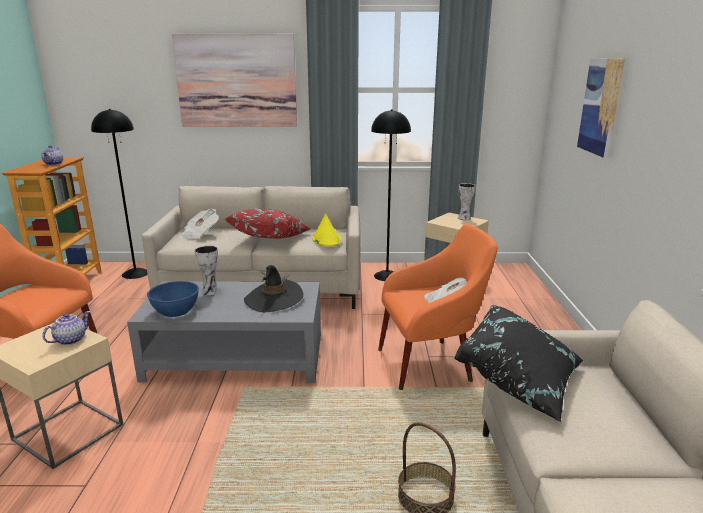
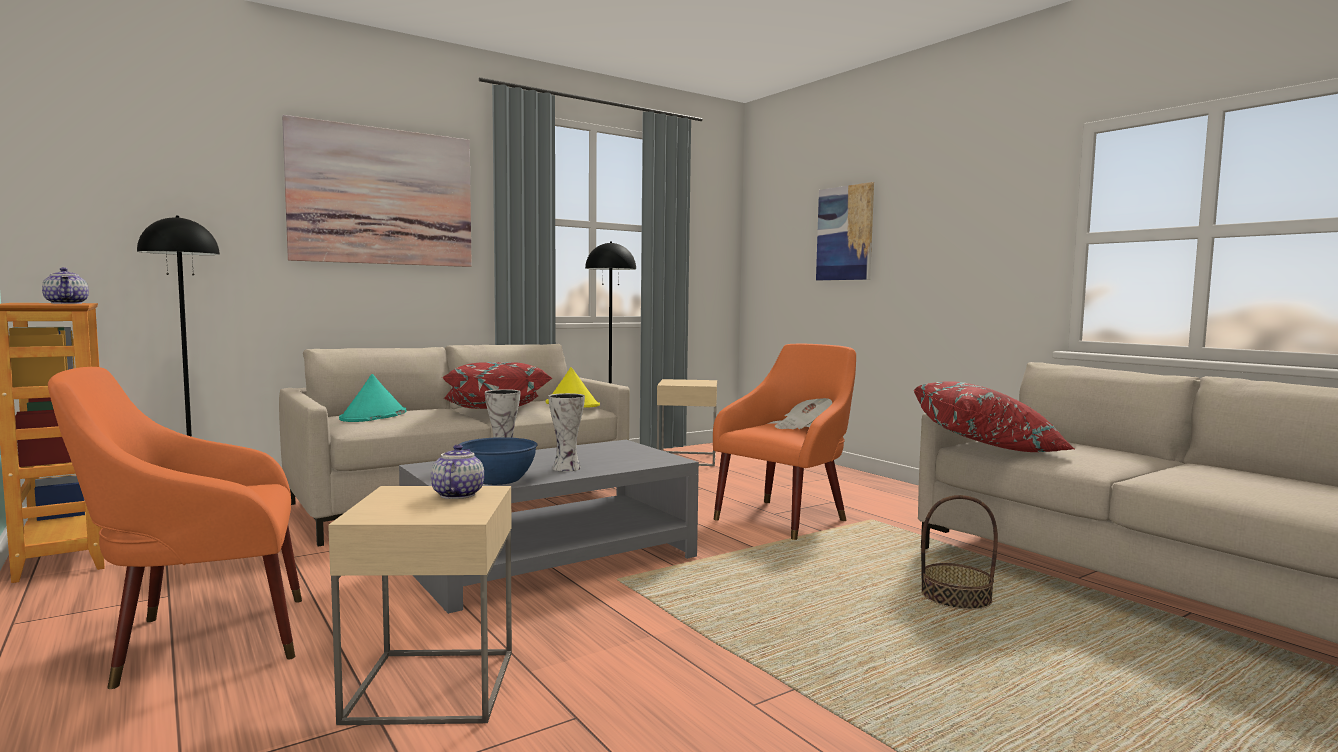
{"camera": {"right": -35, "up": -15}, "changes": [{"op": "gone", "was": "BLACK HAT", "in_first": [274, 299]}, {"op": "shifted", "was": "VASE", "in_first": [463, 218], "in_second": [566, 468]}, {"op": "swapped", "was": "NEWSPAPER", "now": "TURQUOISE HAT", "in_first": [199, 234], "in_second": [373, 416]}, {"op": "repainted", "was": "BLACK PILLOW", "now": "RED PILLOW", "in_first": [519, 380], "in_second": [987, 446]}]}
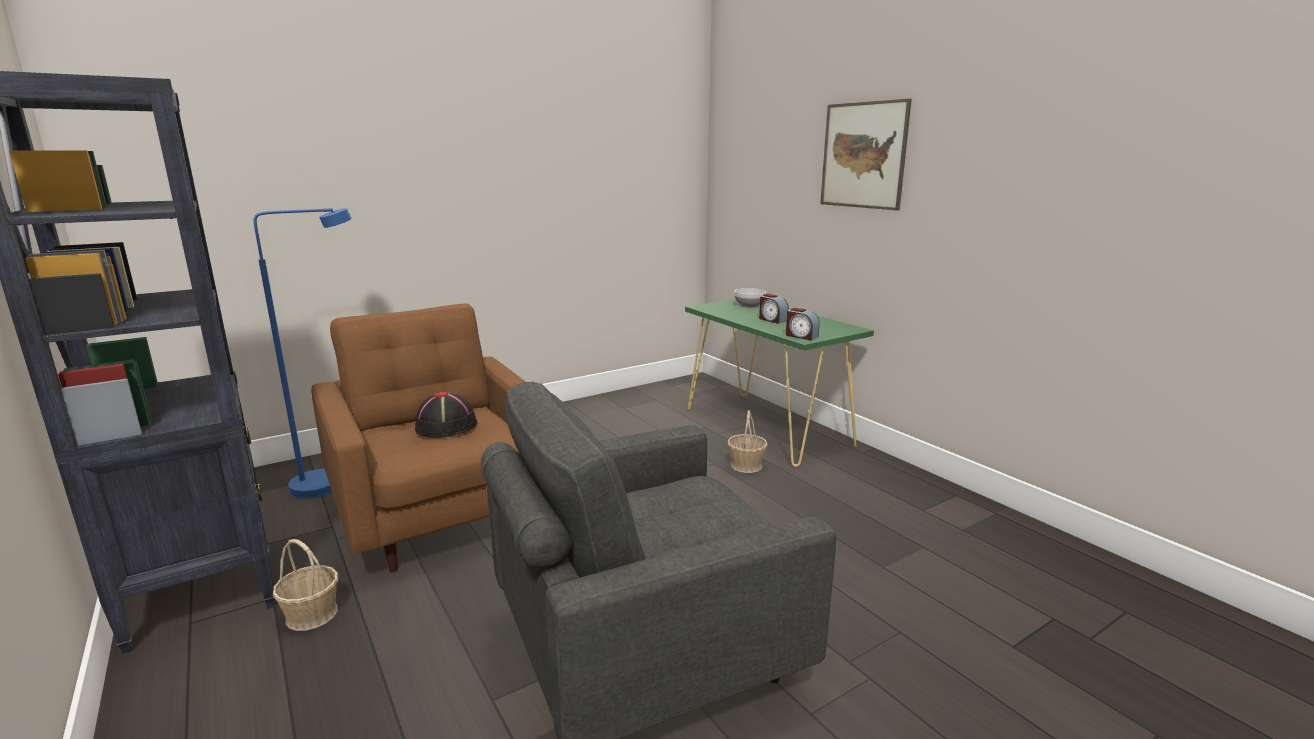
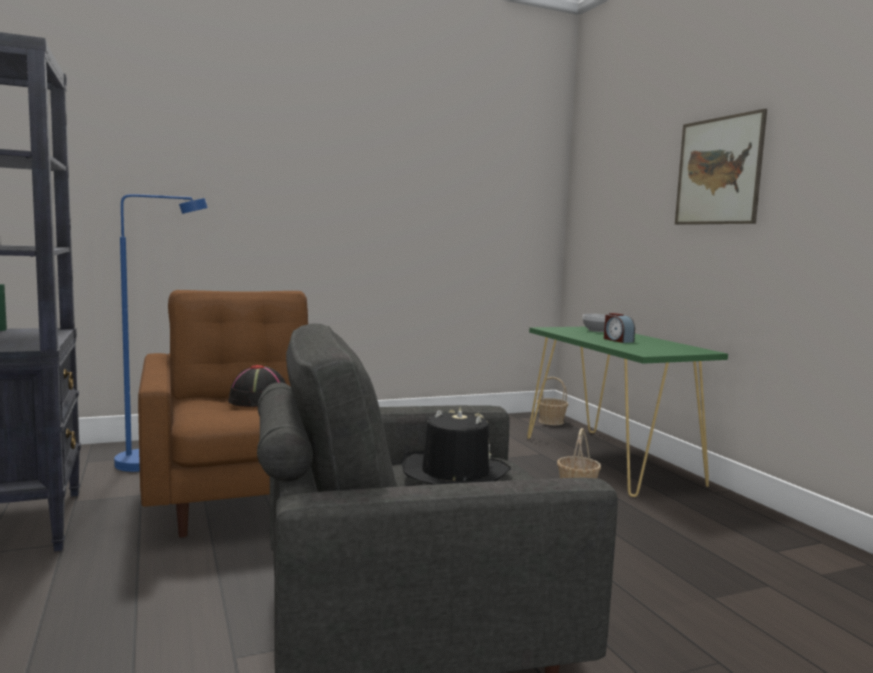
{"camera": {"right": 10, "up": -10}, "changes": [{"op": "gone", "was": "ALARM CLOCK", "in_first": [801, 336]}, {"op": "new", "now": "BLACK HAT", "in_second": [454, 473]}, {"op": "shifted", "was": "BASKET", "in_first": [312, 614], "in_second": [551, 421]}]}
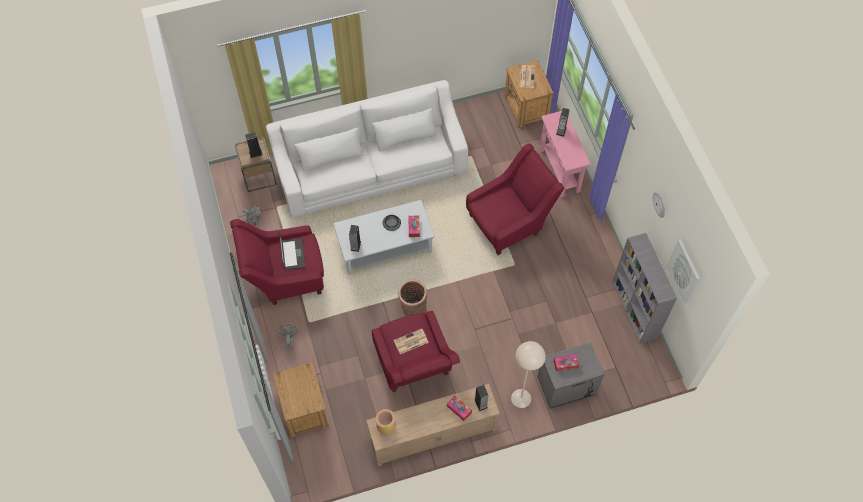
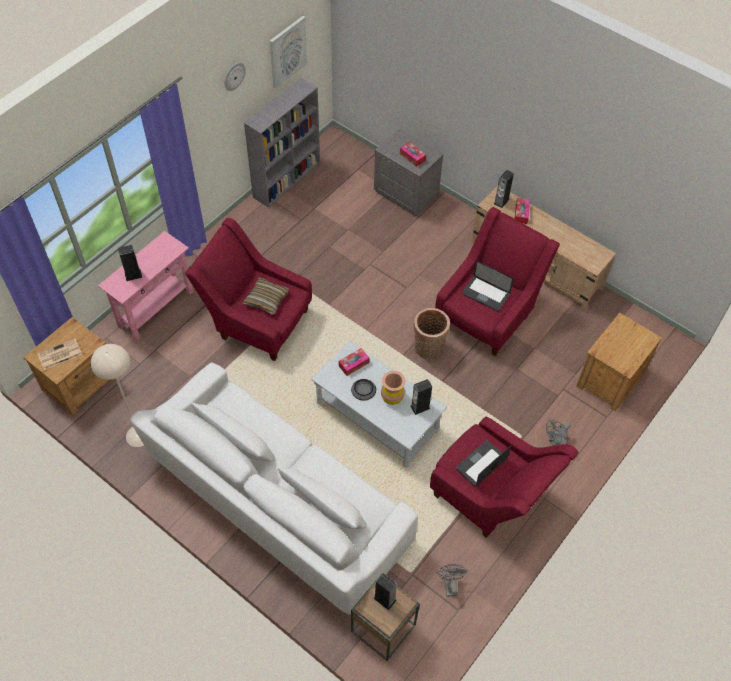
{"camera": {"right": -125, "up": -5}, "changes": [{"op": "new", "now": "PILLOW", "in_second": [266, 299]}, {"op": "shifted", "was": "BROWN VASE", "in_first": [386, 427], "in_second": [392, 397]}, {"op": "shifted", "was": "BEIGE FLOOR LAMP", "in_first": [521, 398], "in_second": [138, 435]}, {"op": "swapped", "was": "NEWSPAPER", "now": "LAPTOP", "in_first": [410, 342], "in_second": [485, 294]}]}
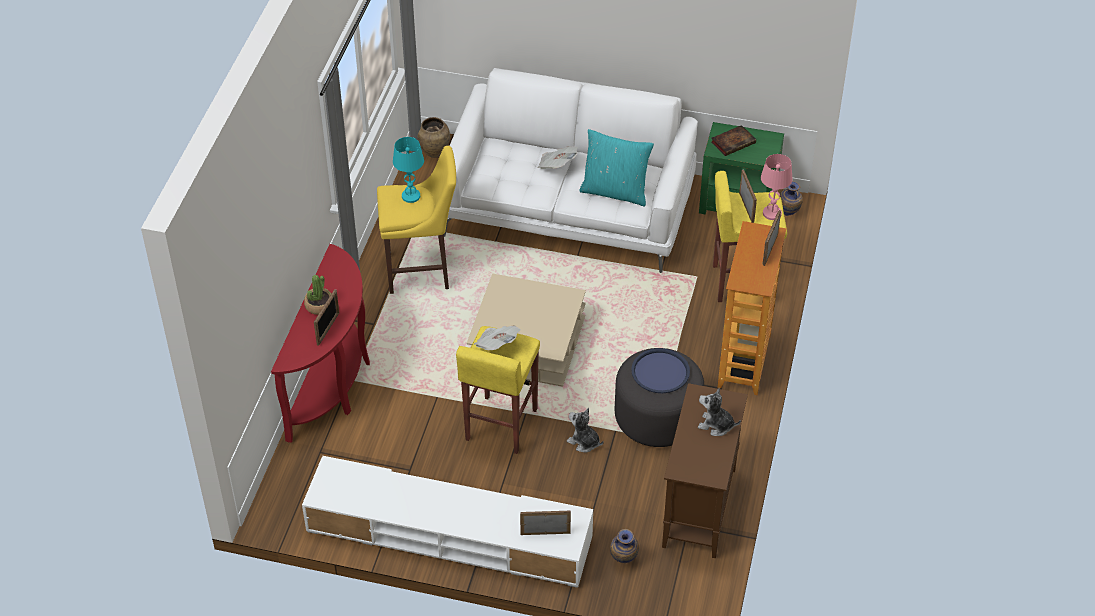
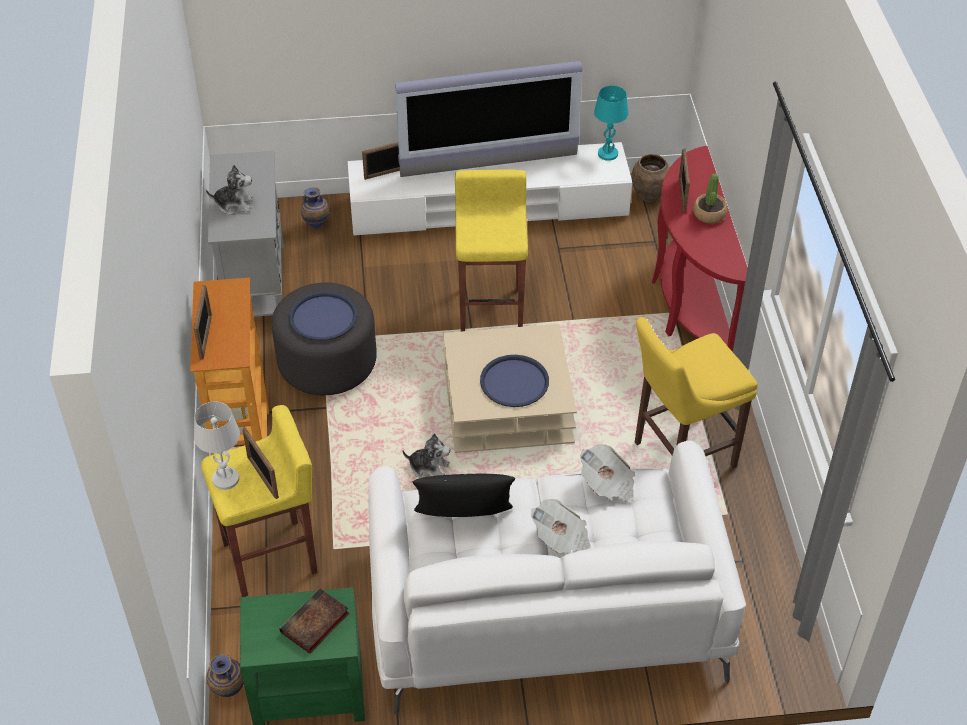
{"camera": {"right": 160, "up": 0}, "changes": [{"op": "new", "now": "TELEVISION", "in_second": [489, 166]}, {"op": "new", "now": "BLUE TRAY", "in_second": [514, 382]}, {"op": "shifted", "was": "TURQUOISE TABLE LAMP", "in_first": [411, 196], "in_second": [607, 154]}, {"op": "shifted", "was": "BROWN VASE", "in_first": [434, 152], "in_second": [649, 196]}, {"op": "shifted", "was": "NEWSPAPER", "in_first": [497, 345], "in_second": [608, 484]}, {"op": "shifted", "was": "PLUSH TOY", "in_first": [584, 442], "in_second": [429, 468]}, {"op": "repainted", "was": "TURQUOISE PILLOW", "now": "BLACK PILLOW", "in_first": [615, 191], "in_second": [464, 522]}, {"op": "repainted", "was": "BROWN CABINET", "now": "GREY CABINET", "in_first": [699, 509], "in_second": [256, 286]}, {"op": "repainted", "was": "PINK TABLE LAMP", "now": "WHITE TABLE LAMP", "in_first": [771, 213], "in_second": [226, 479]}]}
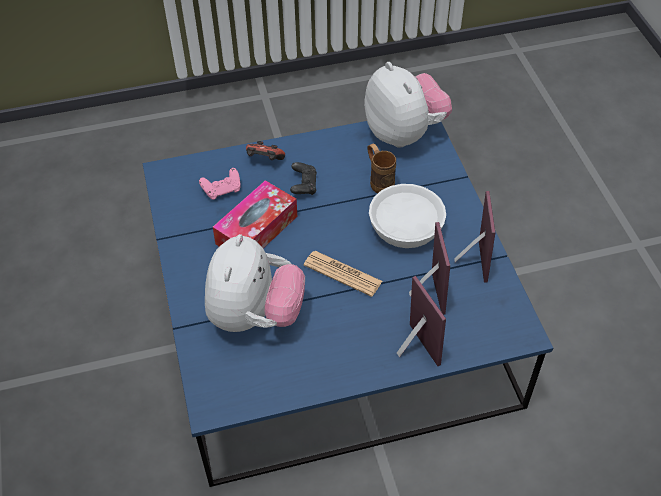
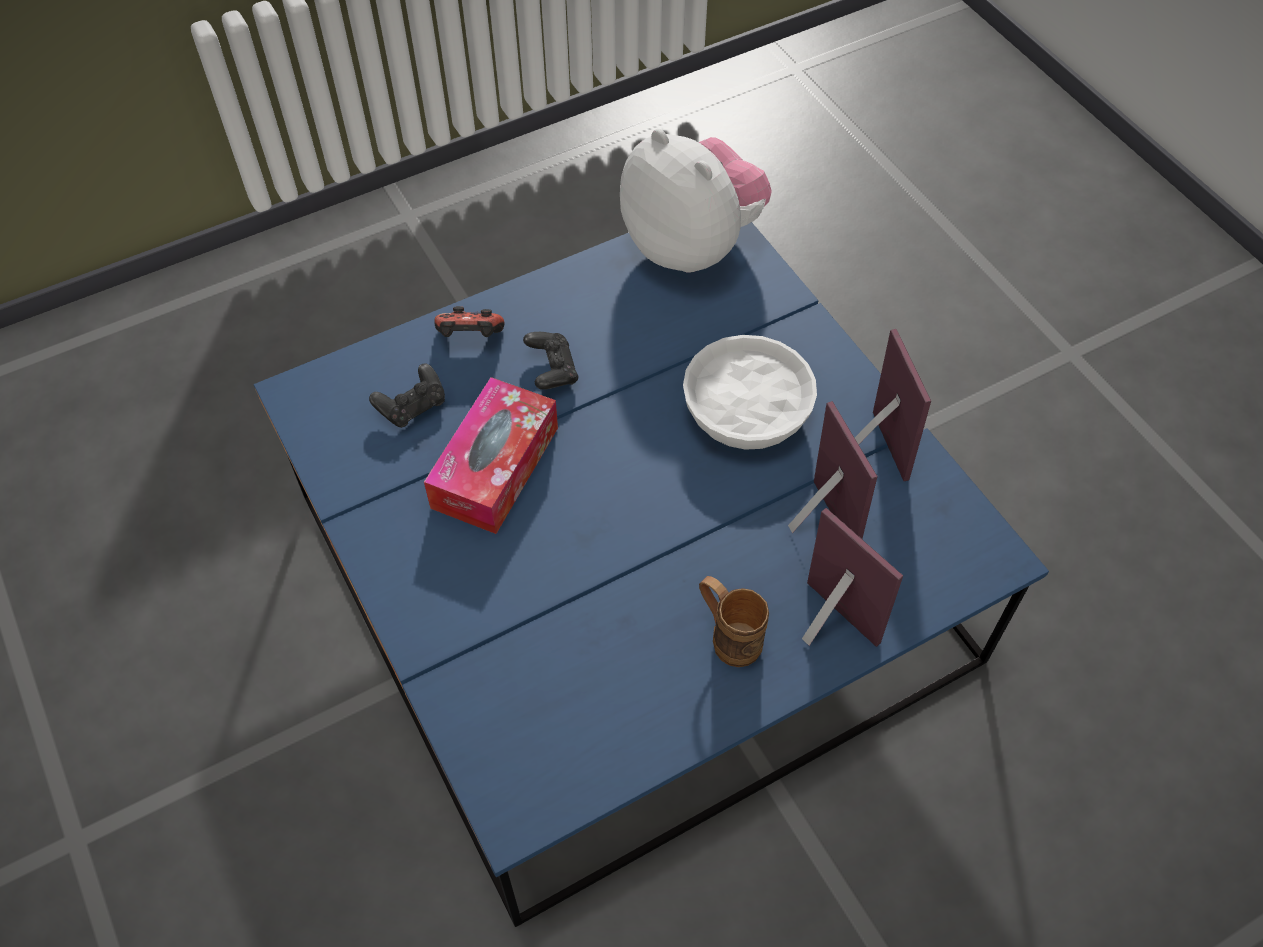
{"camera": {"right": -15, "up": 5}, "changes": [{"op": "gone", "was": "PLUSH TOY", "in_first": [255, 315]}, {"op": "gone", "was": "NEWSPAPER", "in_first": [342, 273]}, {"op": "shifted", "was": "BROWN MUG", "in_first": [379, 181], "in_second": [728, 636]}, {"op": "repainted", "was": "PINK GAME CONTROLLER", "now": "BLACK GAME CONTROLLER", "in_first": [222, 190], "in_second": [412, 406]}]}
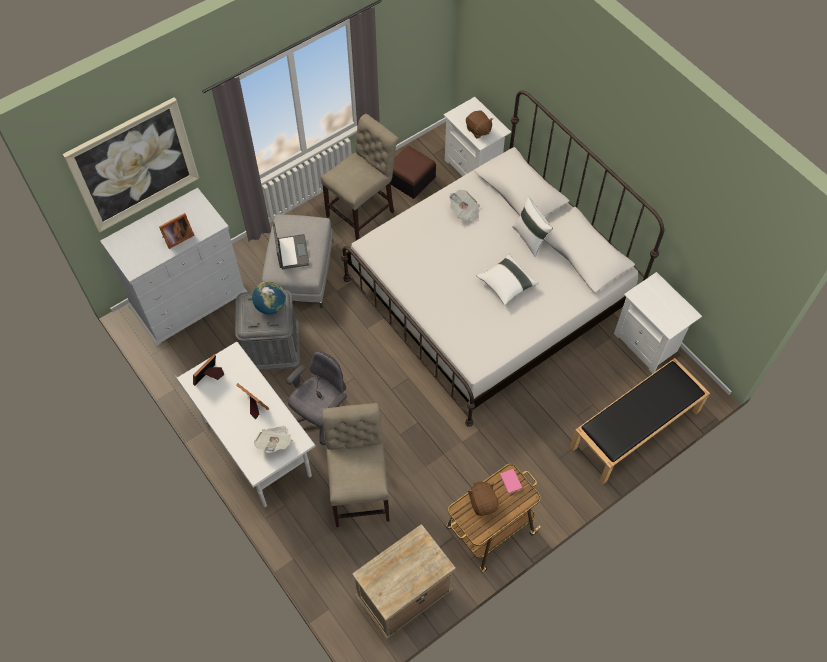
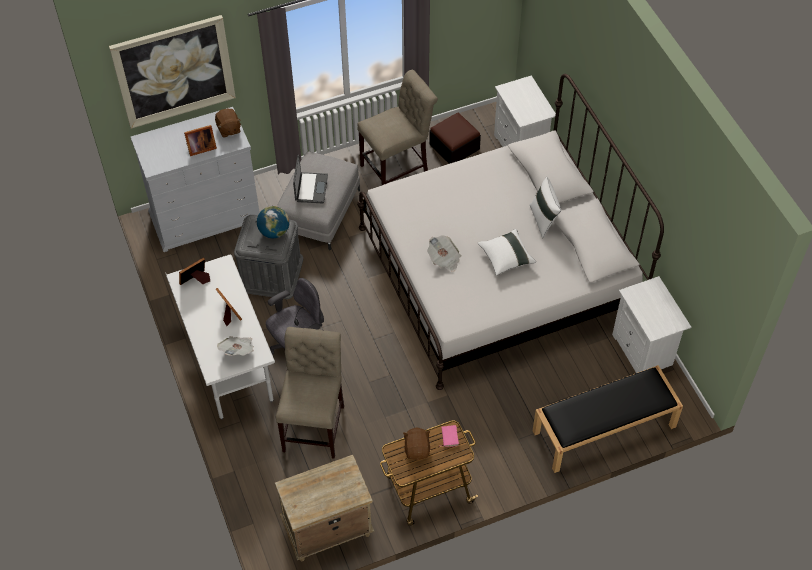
{"camera": {"right": 15, "up": -5}, "changes": [{"op": "shifted", "was": "NEWSPAPER", "in_first": [465, 212], "in_second": [444, 259]}, {"op": "shifted", "was": "BROWN PLUSH TOY", "in_first": [478, 130], "in_second": [228, 129]}]}
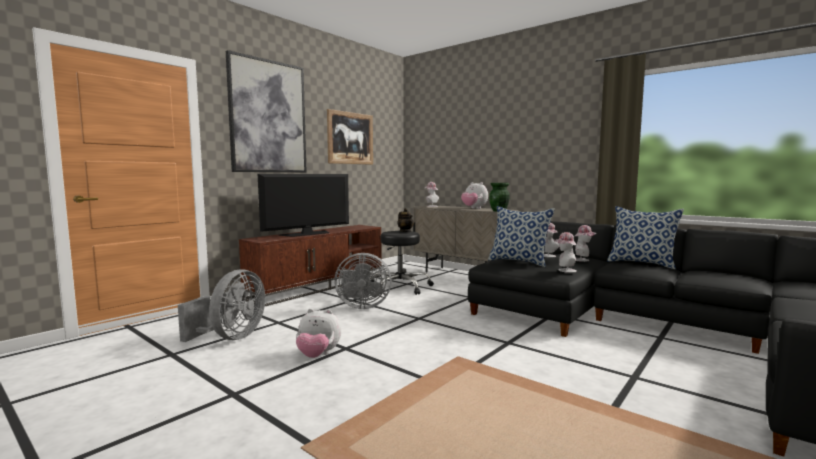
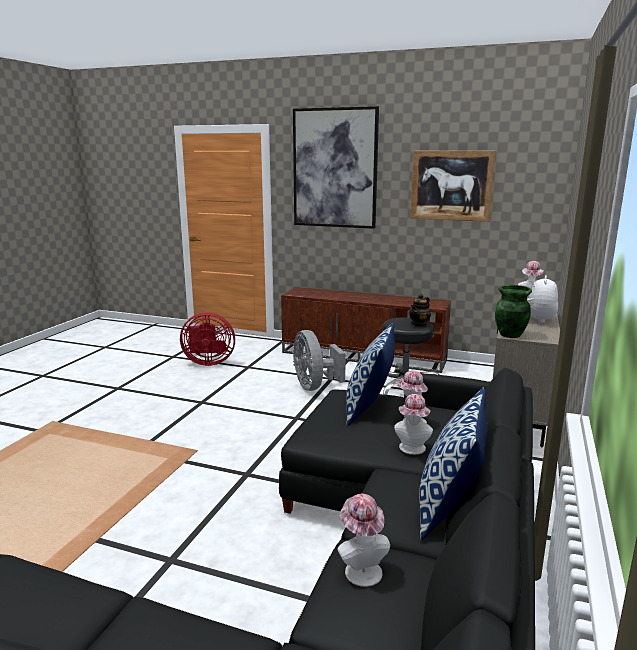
{"camera": {"right": 70, "up": 10}, "changes": [{"op": "gone", "was": "TELEVISION", "in_first": [307, 234]}, {"op": "gone", "was": "PLUSH TOY", "in_first": [318, 355]}, {"op": "shifted", "was": "HAT", "in_first": [564, 270], "in_second": [360, 569]}, {"op": "repainted", "was": "GREY FAN", "now": "RED FAN", "in_first": [231, 337], "in_second": [208, 362]}]}
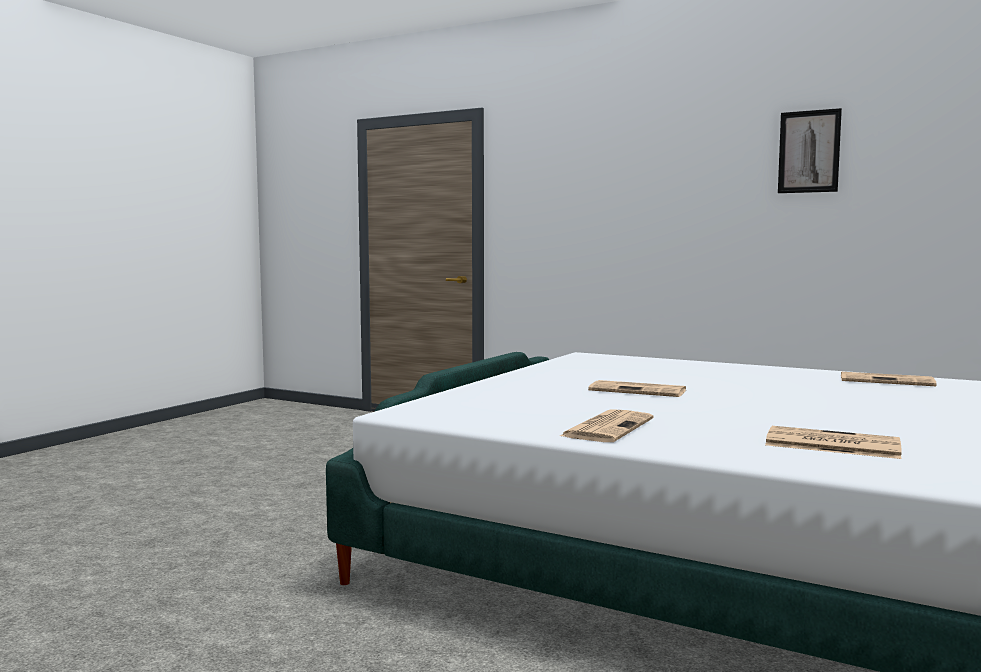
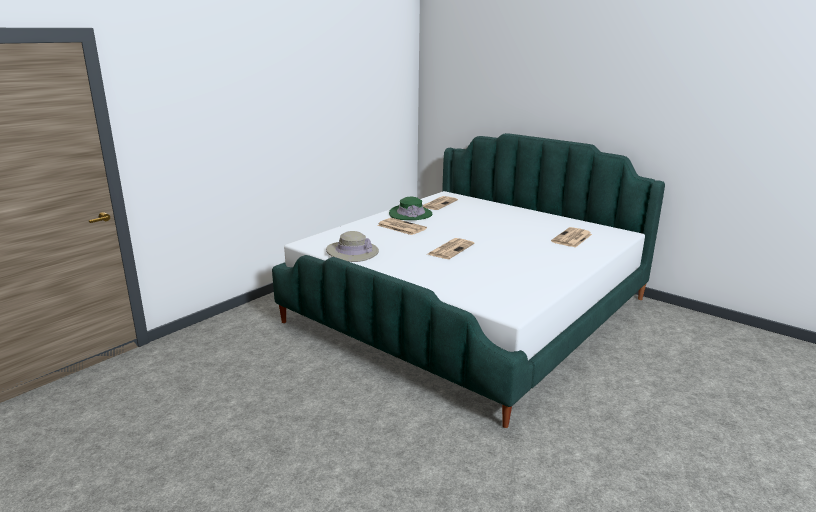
{"camera": {"right": -80, "up": 15}, "changes": [{"op": "gone", "was": "PICTURE", "in_first": [809, 151]}, {"op": "new", "now": "BEIGE HAT", "in_second": [352, 252]}, {"op": "new", "now": "GREEN HAT", "in_second": [410, 214]}, {"op": "shifted", "was": "NEWSPAPER", "in_first": [607, 427], "in_second": [401, 227]}]}
